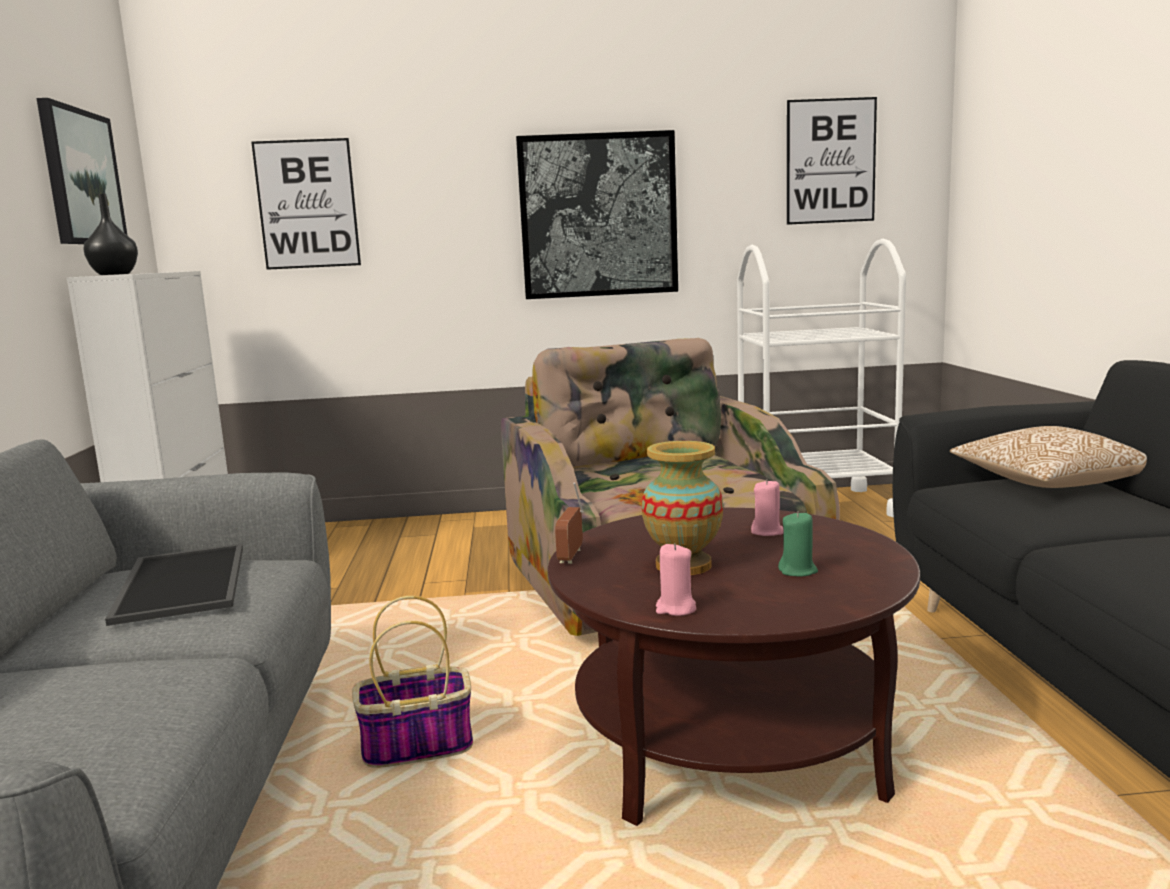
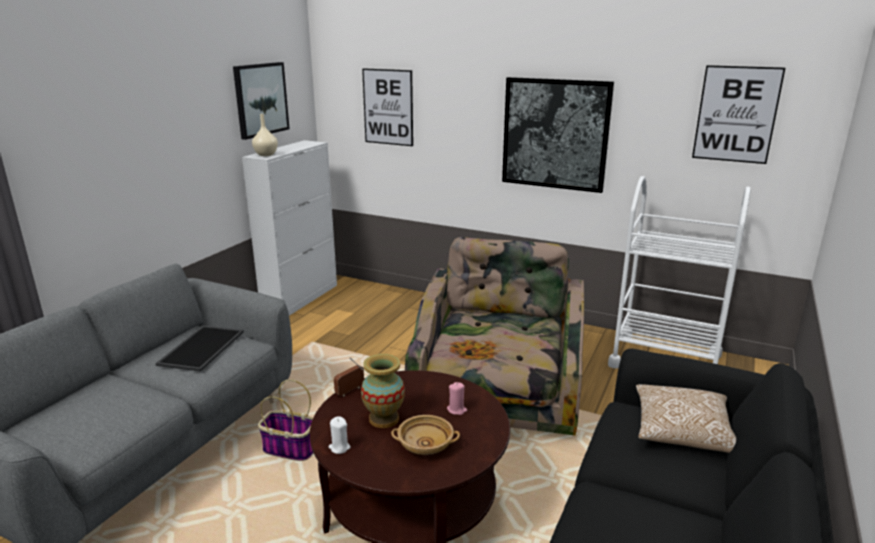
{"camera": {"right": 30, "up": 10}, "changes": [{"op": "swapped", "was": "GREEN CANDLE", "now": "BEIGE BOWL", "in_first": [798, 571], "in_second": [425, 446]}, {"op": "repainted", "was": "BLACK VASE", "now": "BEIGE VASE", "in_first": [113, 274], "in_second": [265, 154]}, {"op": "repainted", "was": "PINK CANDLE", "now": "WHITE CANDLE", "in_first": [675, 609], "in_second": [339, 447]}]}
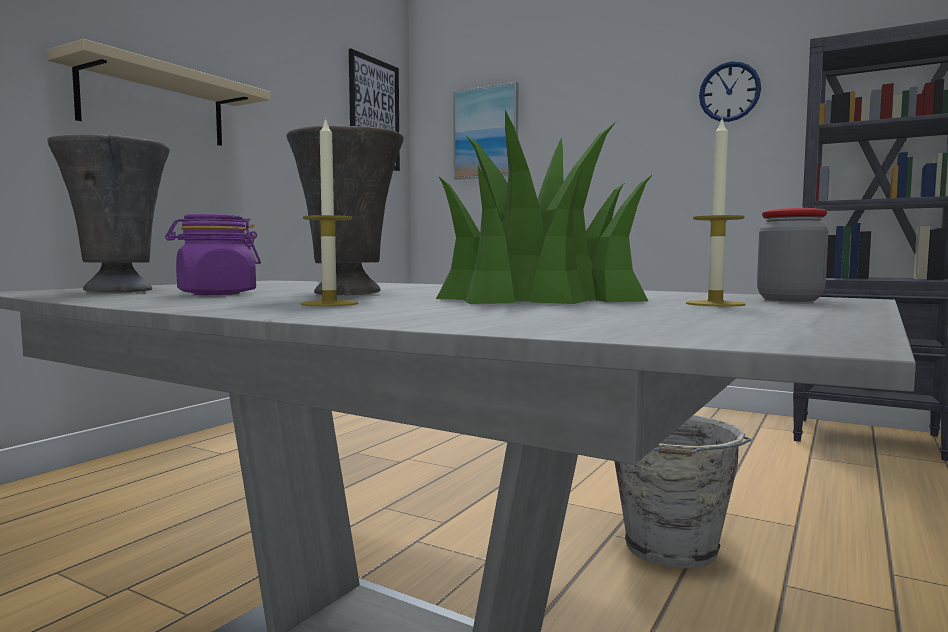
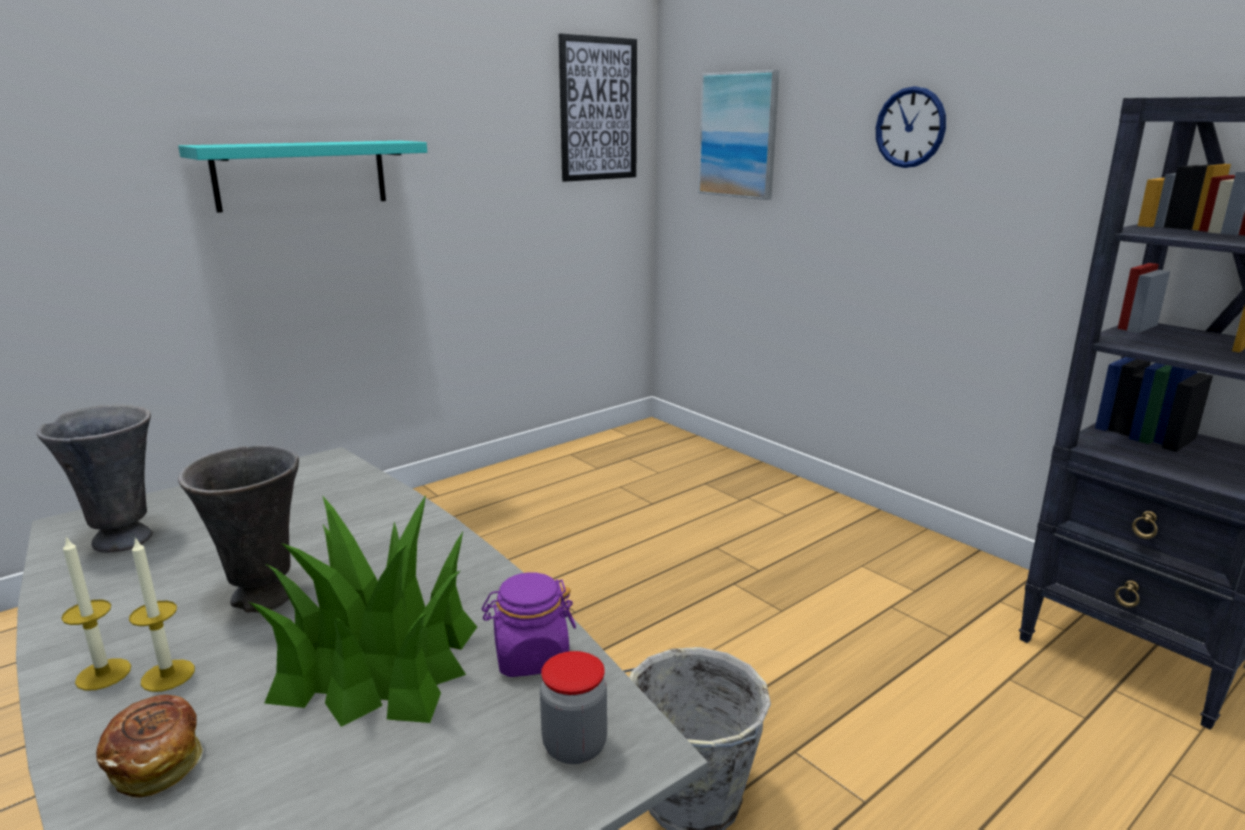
{"camera": {"right": 20, "up": 15}, "changes": [{"op": "new", "now": "BREAD", "in_second": [157, 762]}, {"op": "shifted", "was": "PURPLE JAR", "in_first": [216, 294], "in_second": [531, 657]}, {"op": "shifted", "was": "CANDLE", "in_first": [715, 304], "in_second": [103, 674]}, {"op": "shifted", "was": "WALL CLOCK", "in_first": [729, 92], "in_second": [910, 127]}, {"op": "repainted", "was": "BEIGE SHELF", "now": "TURQUOISE SHELF", "in_first": [154, 105], "in_second": [301, 174]}]}
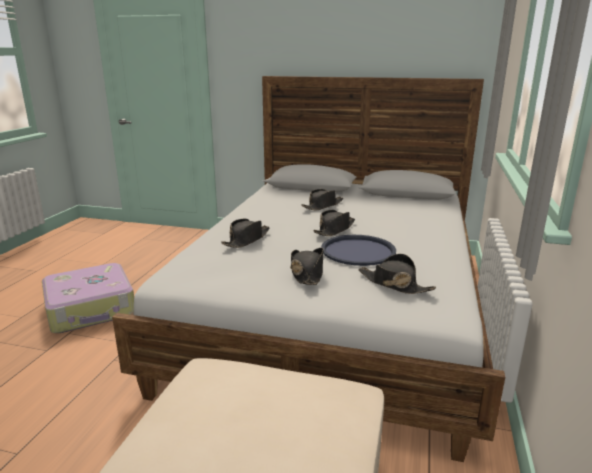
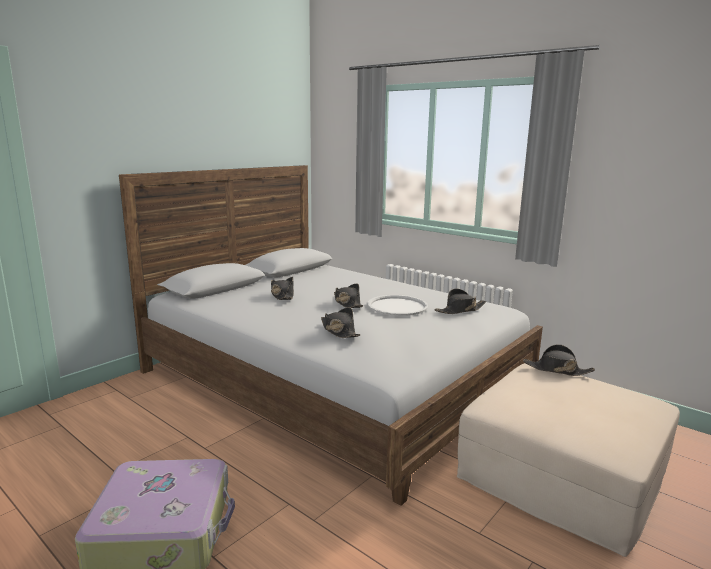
{"camera": {"right": -65, "up": -5}, "changes": [{"op": "shifted", "was": "BLACK HAT", "in_first": [307, 273], "in_second": [557, 370]}, {"op": "repainted", "was": "BLUE TRAY", "now": "WHITE TRAY", "in_first": [358, 251], "in_second": [397, 306]}]}
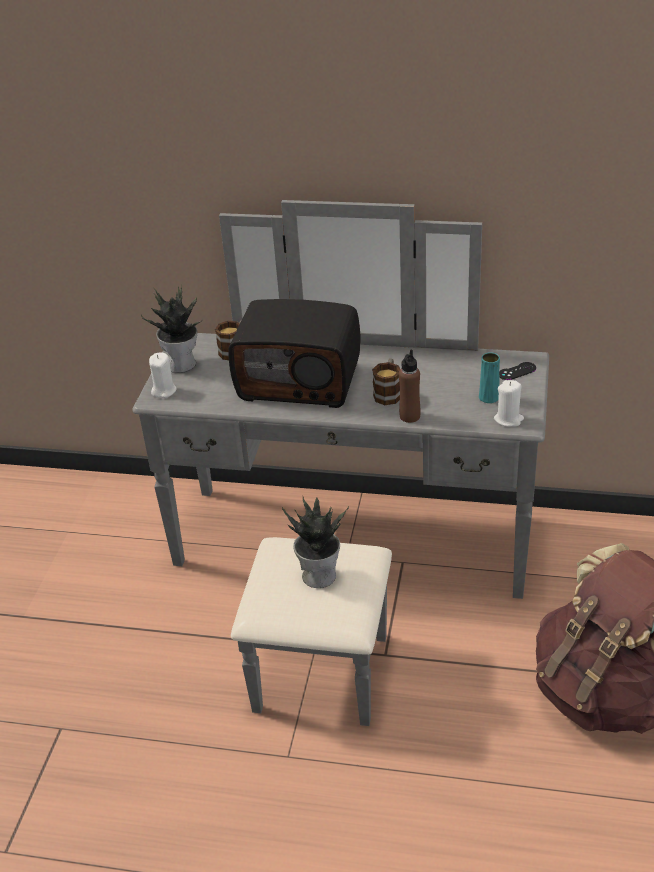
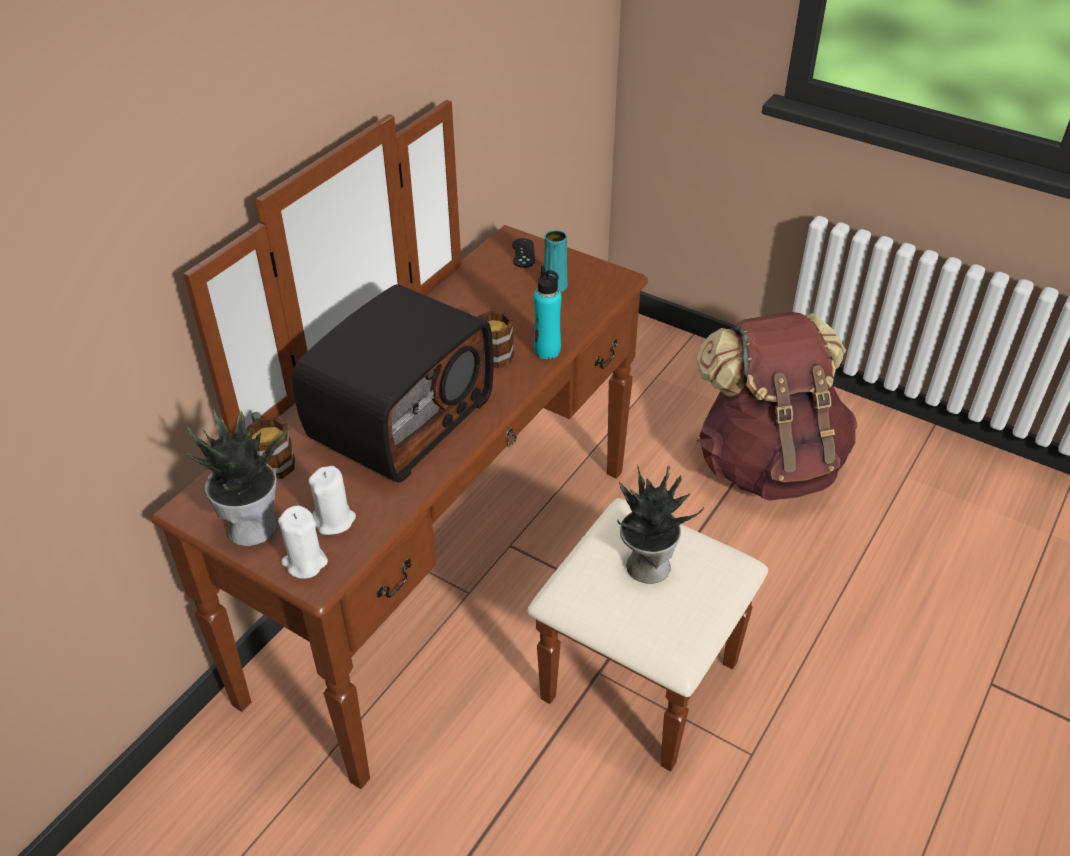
{"camera": {"right": -70, "up": 5}, "changes": [{"op": "shifted", "was": "WHITE CANDLE", "in_first": [508, 419], "in_second": [334, 520]}, {"op": "repainted", "was": "GREY DRESSER", "now": "BROWN DRESSER", "in_first": [347, 568], "in_second": [489, 598]}, {"op": "repainted", "was": "BROWN BOTTLE", "now": "TURQUOISE BOTTLE", "in_first": [409, 416], "in_second": [547, 351]}]}
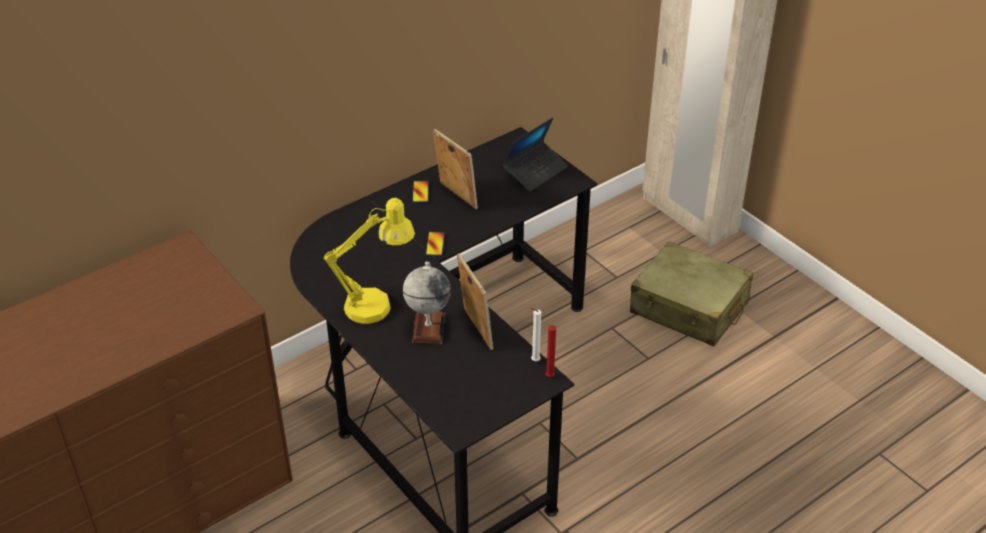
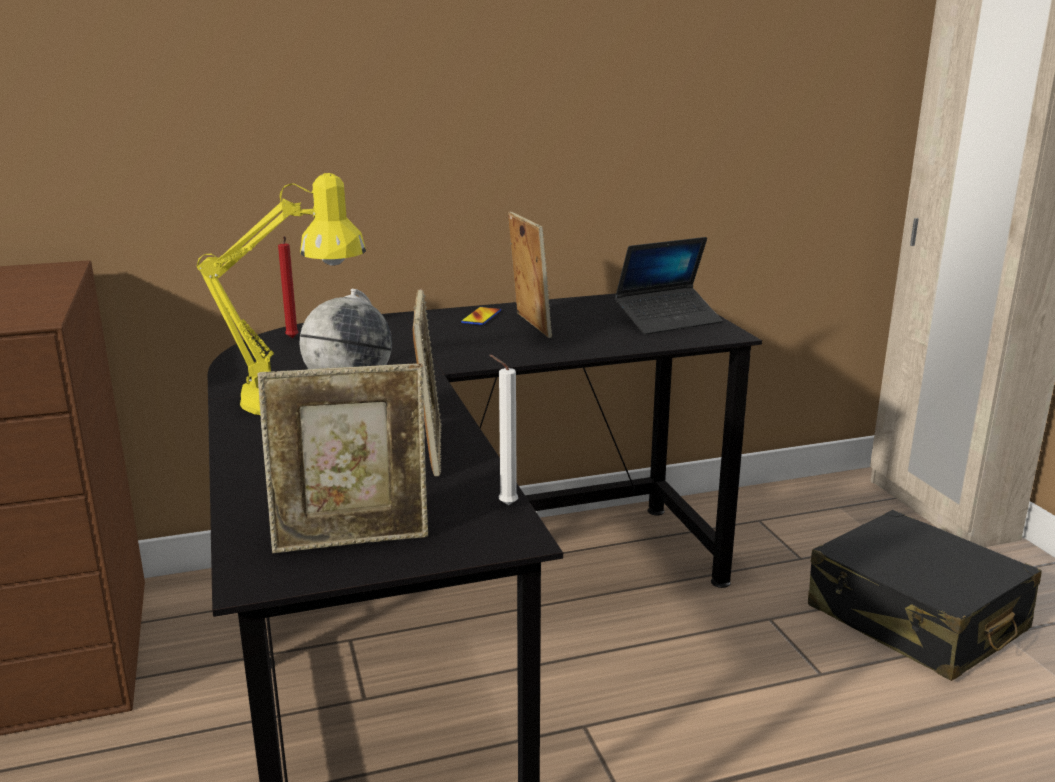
{"camera": {"right": 20, "up": -20}, "changes": [{"op": "gone", "was": "PHONE", "in_first": [435, 244]}, {"op": "new", "now": "PICTURE FRAME", "in_second": [352, 540]}, {"op": "shifted", "was": "RED CANDLE", "in_first": [551, 377], "in_second": [292, 339]}, {"op": "repainted", "was": "BEIGE SUITCASE", "now": "BLACK SUITCASE", "in_first": [689, 308], "in_second": [915, 619]}]}
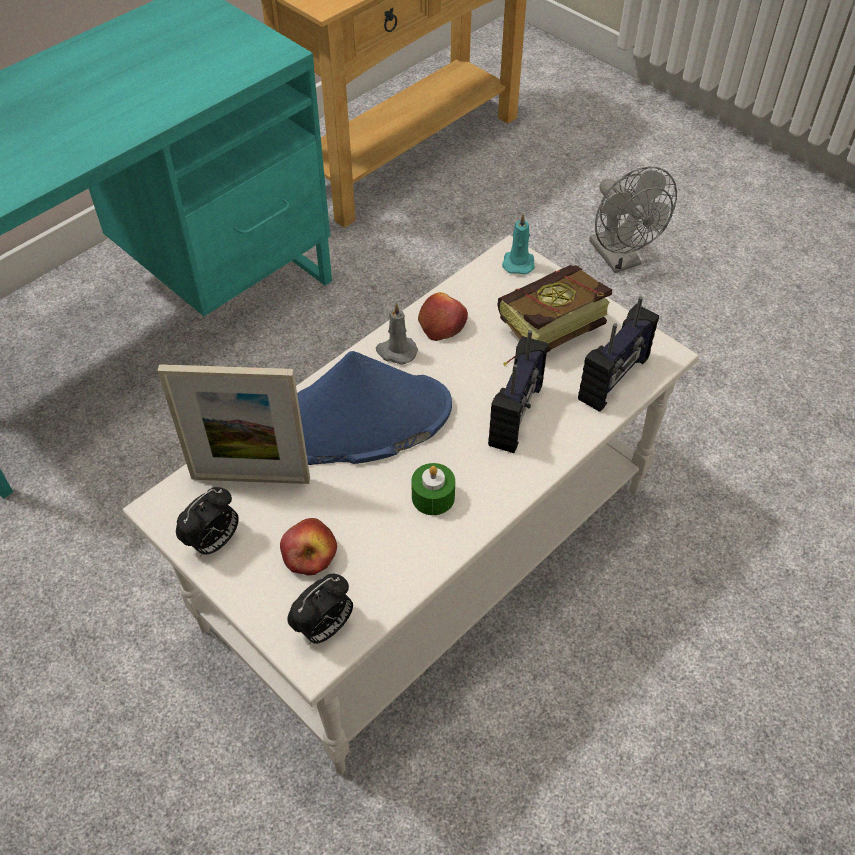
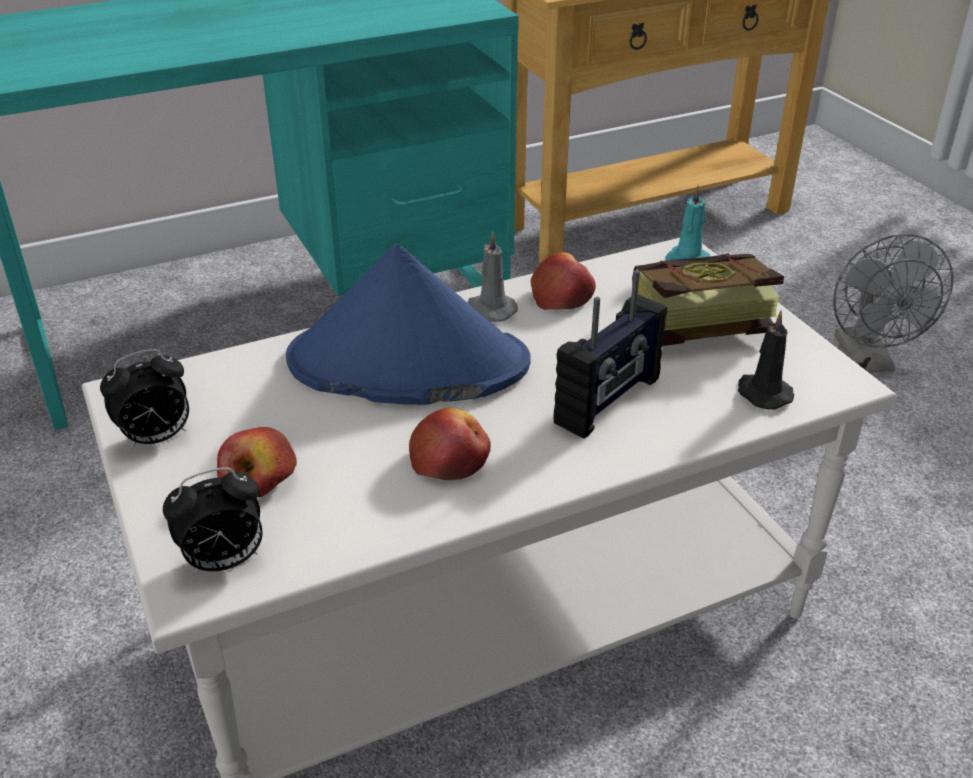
{"camera": {"right": 20, "up": -15}, "changes": [{"op": "gone", "was": "PICTURE FRAME", "in_first": [250, 478]}, {"op": "swapped", "was": "GREEN CANDLE", "now": "APPLE", "in_first": [433, 497], "in_second": [451, 459]}, {"op": "swapped", "was": "RADIO", "now": "BLACK CANDLE", "in_first": [614, 379], "in_second": [762, 393]}]}
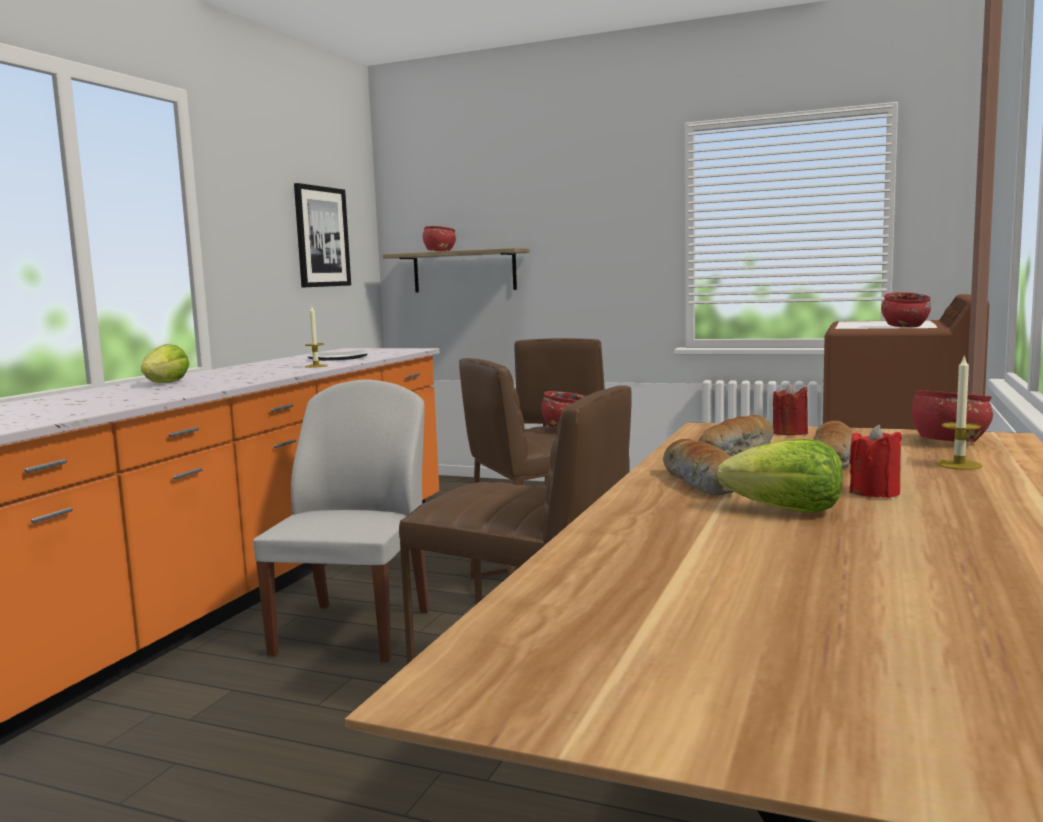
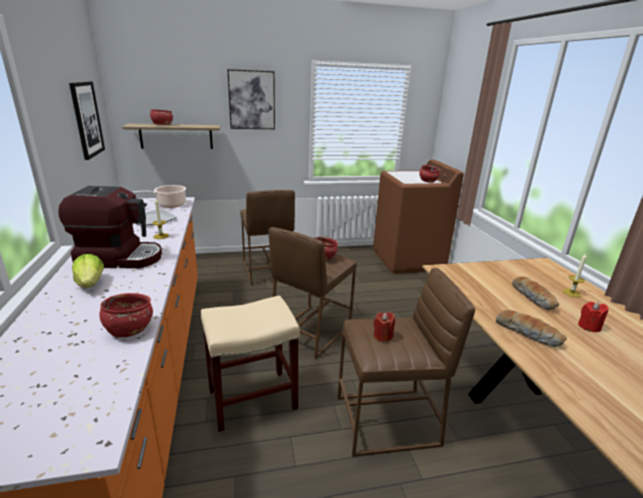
{"camera": {"right": -35, "up": 15}, "changes": [{"op": "gone", "was": "BREAD", "in_first": [737, 452]}, {"op": "gone", "was": "LETTUCE", "in_first": [786, 511]}, {"op": "new", "now": "COFFEE MACHINE", "in_second": [120, 258]}, {"op": "new", "now": "COOKING POT", "in_second": [169, 205]}, {"op": "new", "now": "PICTURE", "in_second": [252, 100]}, {"op": "shifted", "was": "RED CANDLE", "in_first": [790, 433], "in_second": [382, 336]}, {"op": "shifted", "was": "RED BOWL", "in_first": [949, 442], "in_second": [129, 329]}, {"op": "swapped", "was": "WHITE CHAIR", "now": "BEIGE STOOL", "in_first": [355, 630], "in_second": [253, 399]}]}
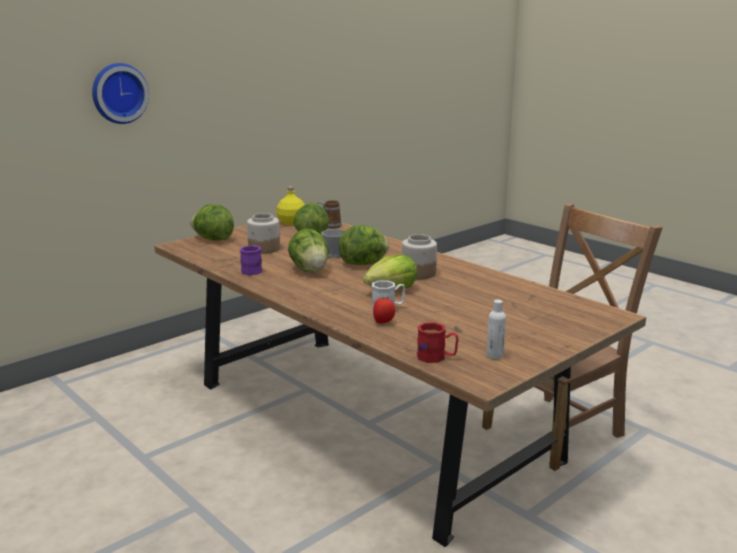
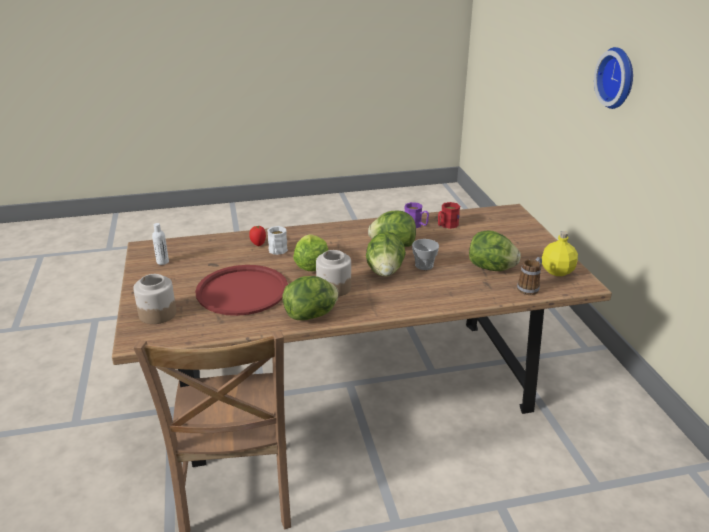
{"camera": {"right": 120, "up": 10}, "changes": [{"op": "new", "now": "RED TRAY", "in_second": [242, 291]}, {"op": "shifted", "was": "LETTUCE", "in_first": [213, 239], "in_second": [311, 315]}, {"op": "shifted", "was": "JAR", "in_first": [264, 249], "in_second": [157, 314]}, {"op": "shifted", "was": "RED MUG", "in_first": [437, 357], "in_second": [446, 225]}]}
